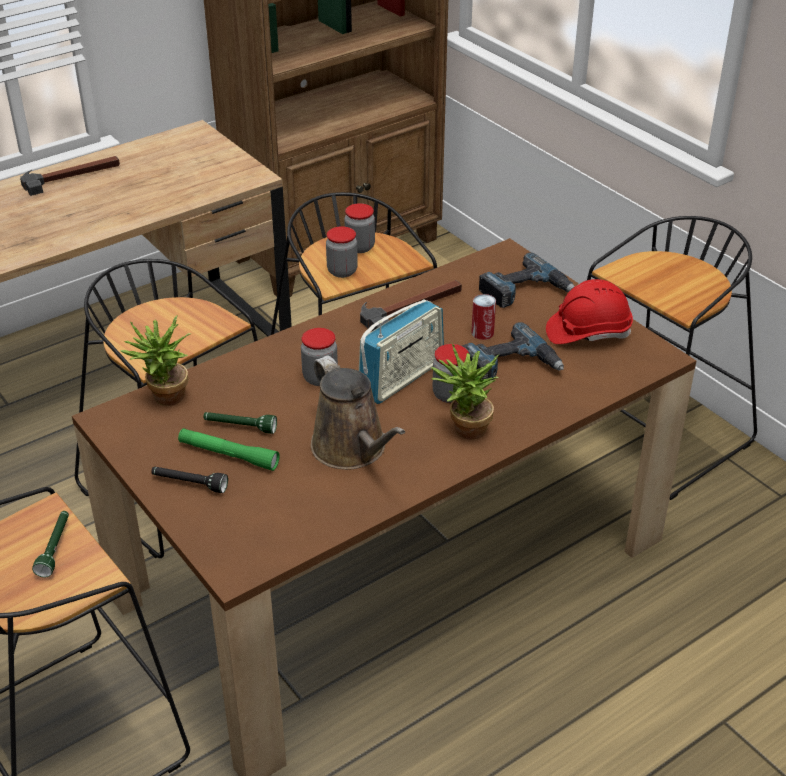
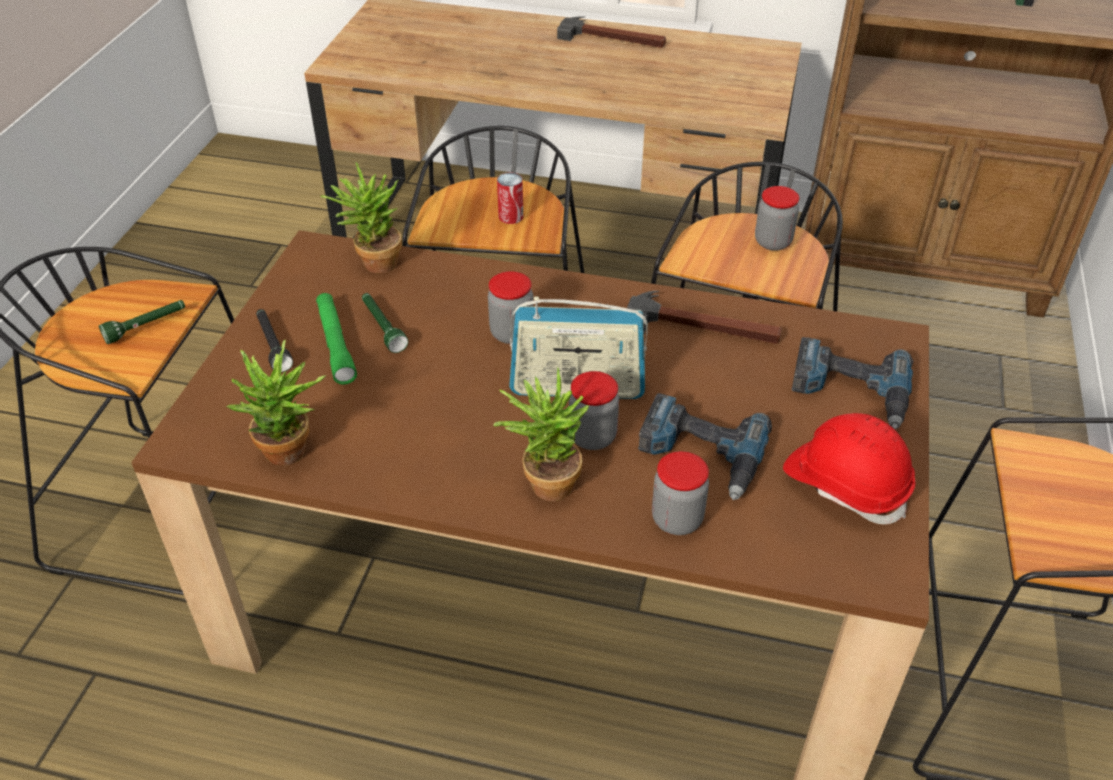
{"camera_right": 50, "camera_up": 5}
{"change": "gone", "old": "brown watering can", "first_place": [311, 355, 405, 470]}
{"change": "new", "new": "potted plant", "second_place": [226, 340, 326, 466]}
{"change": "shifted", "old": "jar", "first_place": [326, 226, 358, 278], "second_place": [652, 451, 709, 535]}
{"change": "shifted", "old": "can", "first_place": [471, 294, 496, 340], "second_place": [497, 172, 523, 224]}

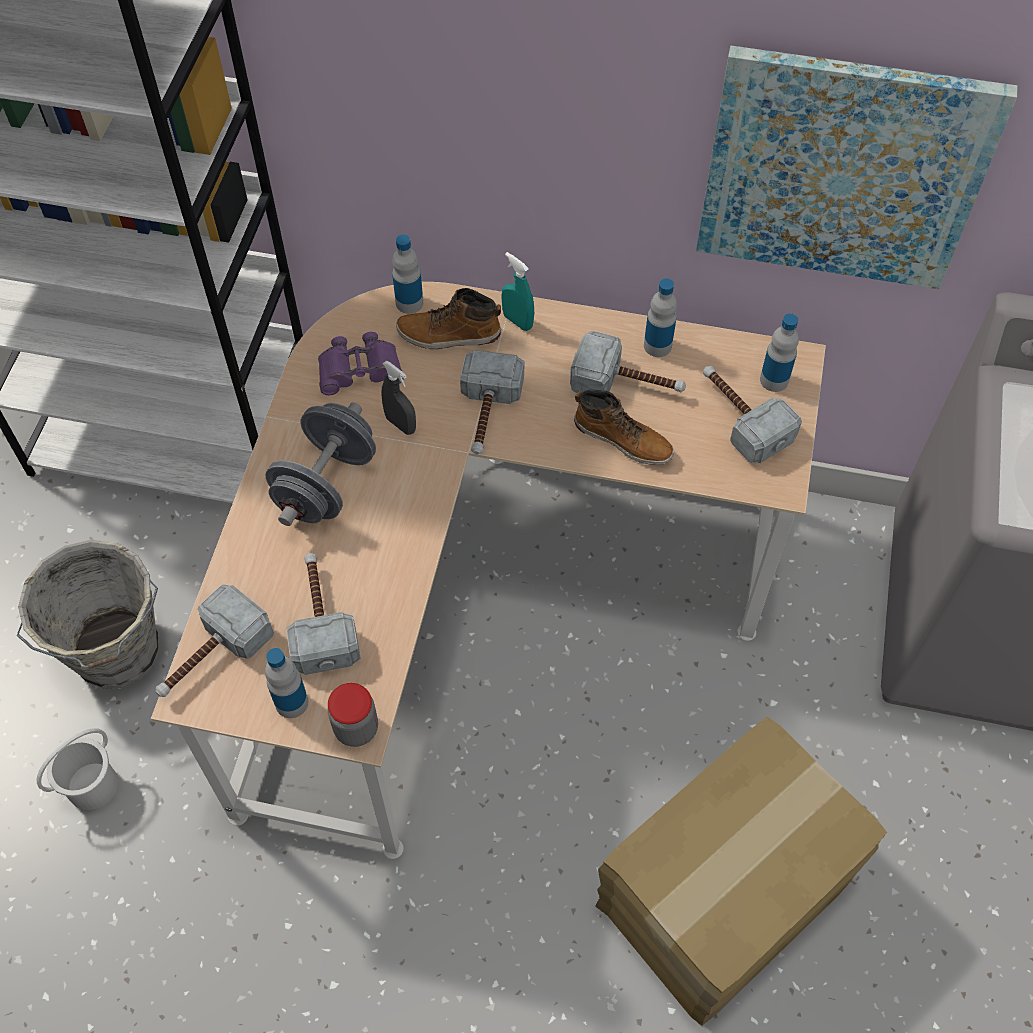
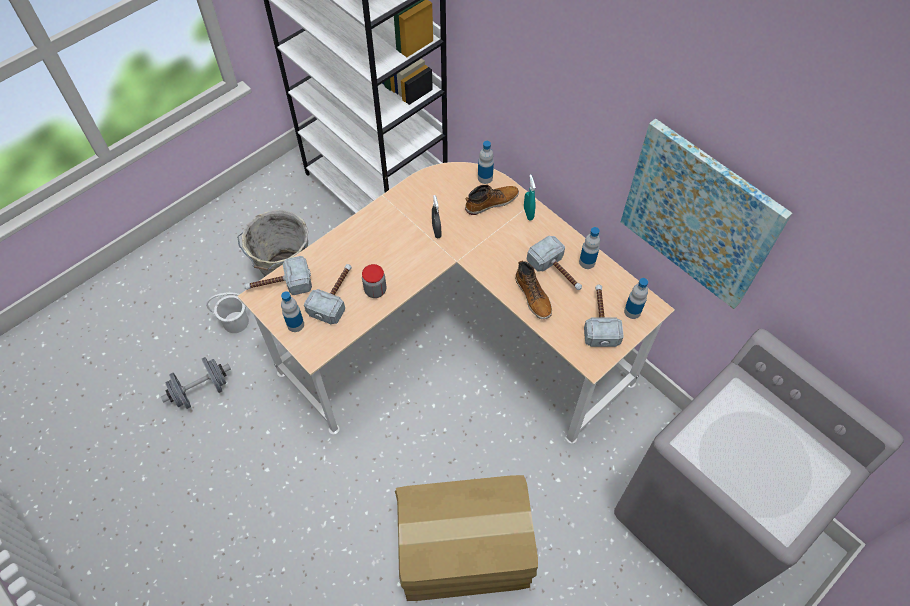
{"camera_right": 35, "camera_up": 0}
{"change": "gone", "old": "purple binoculars", "first_place": [318, 332, 404, 395]}
{"change": "gone", "old": "hammer", "first_place": [460, 350, 524, 455]}
{"change": "shifted", "old": "grey dumbbell", "first_place": [265, 403, 376, 526], "second_place": [161, 357, 231, 409]}
{"change": "shifted", "old": "jar", "first_place": [328, 683, 378, 747], "second_place": [362, 264, 386, 298]}
{"change": "rotated", "old": "boot", "first_place": [396, 288, 501, 349], "second_place": [465, 184, 519, 215], "degrees": 120}

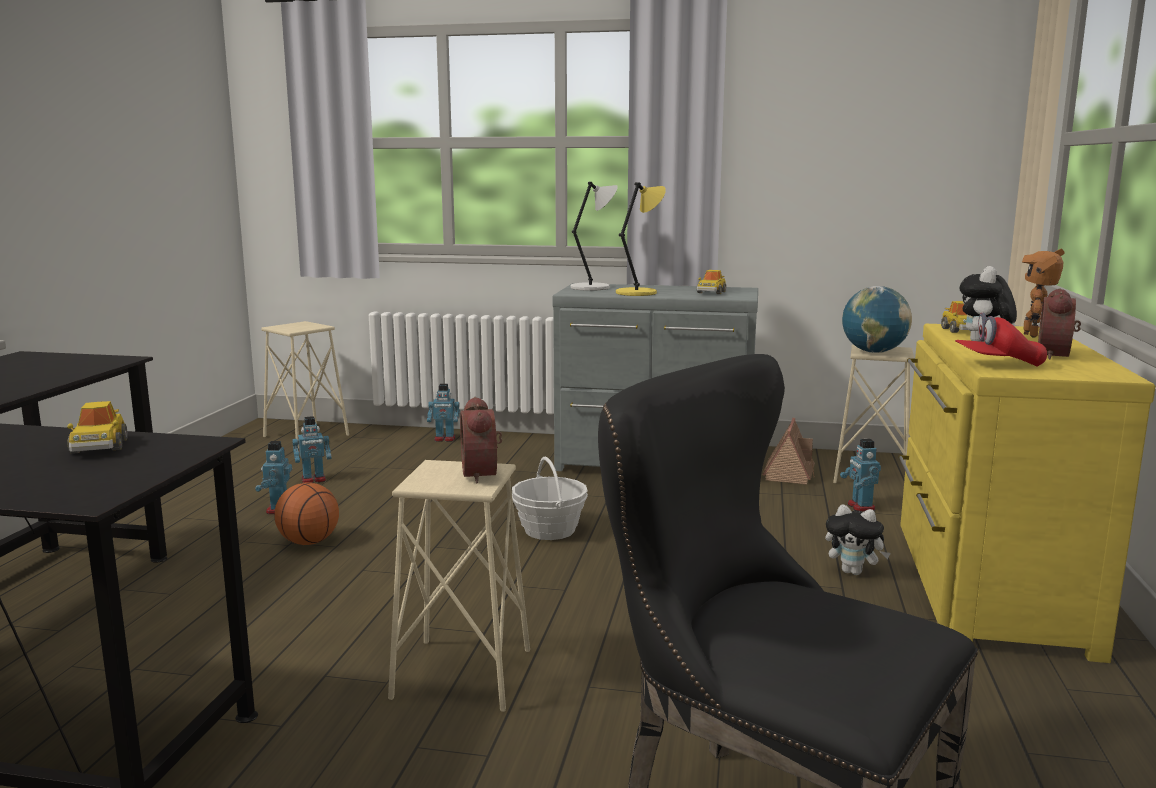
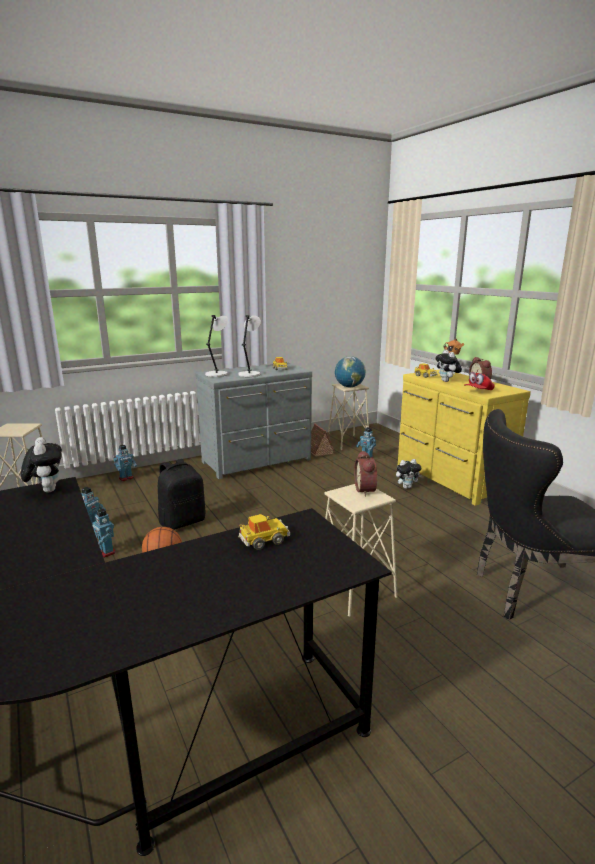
{"camera_right": -40, "camera_up": 5}
{"change": "gone", "old": "basket", "first_place": [512, 457, 588, 540]}
{"change": "new", "new": "plush toy", "second_place": [21, 437, 62, 492]}
{"change": "new", "new": "black backpack", "second_place": [158, 459, 205, 530]}
{"change": "repainted", "old": "yellow table lamp", "new": "grey table lamp", "first_place": [616, 182, 666, 296], "second_place": [238, 315, 261, 377]}
{"change": "rotated", "old": "toy car", "first_place": [67, 401, 128, 454], "second_place": [238, 514, 290, 550], "degrees": -60}
{"change": "rotated", "old": "alarm clock", "first_place": [460, 397, 502, 483], "second_place": [354, 450, 377, 496], "degrees": 45}

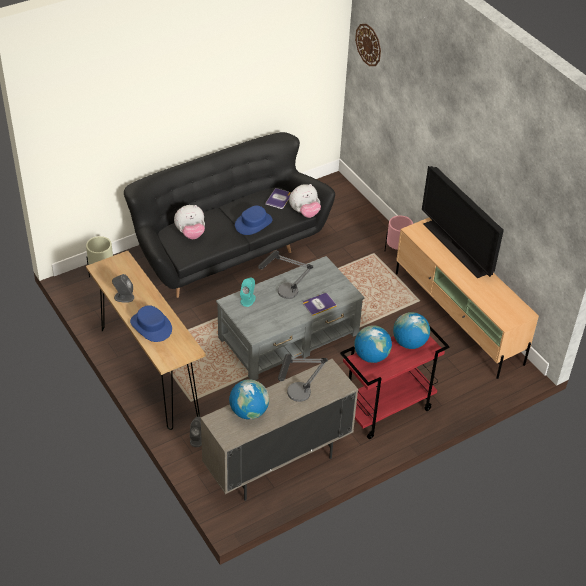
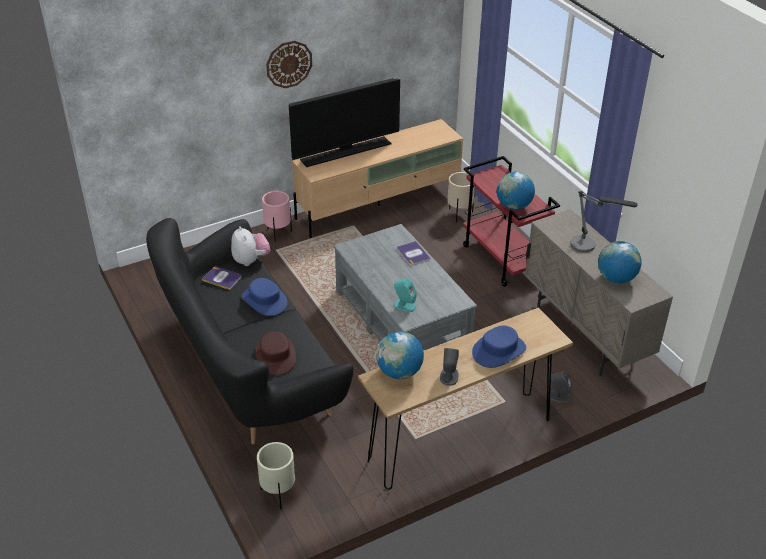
{"camera_right": -85, "camera_up": -5}
{"change": "gone", "old": "table lamp", "first_place": [258, 250, 313, 299]}
{"change": "new", "new": "beige planter", "second_place": [447, 172, 475, 223]}
{"change": "shifted", "old": "wall clock", "first_place": [355, 24, 381, 66], "second_place": [266, 41, 312, 88]}
{"change": "shifted", "old": "globe", "first_place": [393, 312, 430, 349], "second_place": [376, 332, 424, 379]}
{"change": "swapped", "old": "plush toy", "new": "brown hat", "first_place": [174, 205, 205, 239], "second_place": [255, 331, 296, 375]}

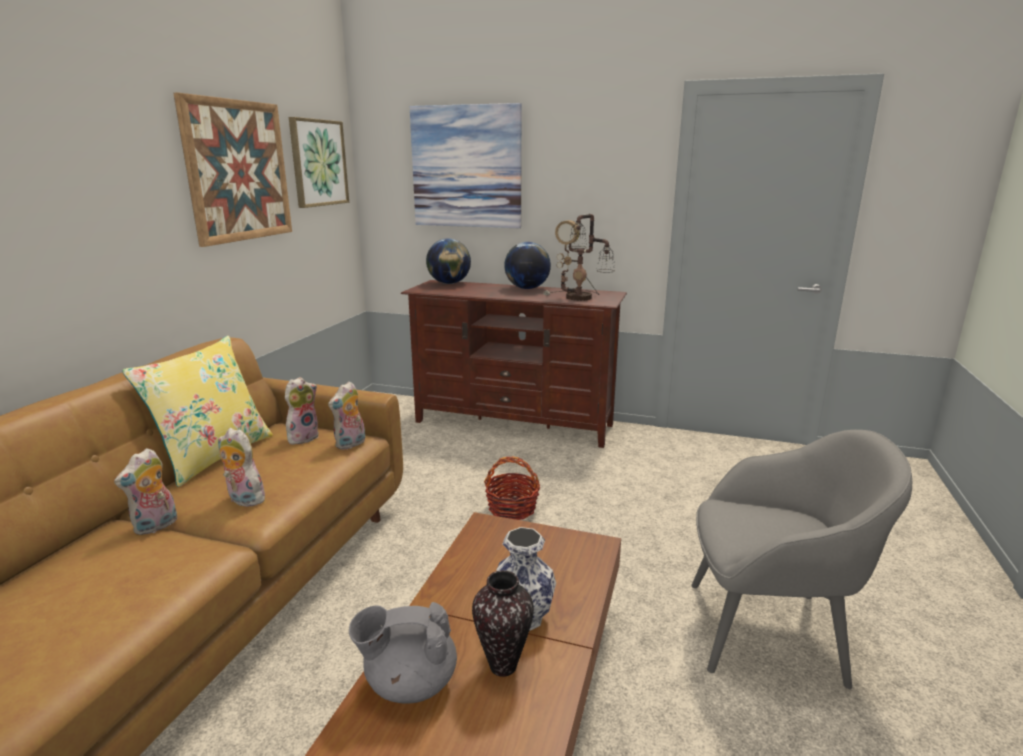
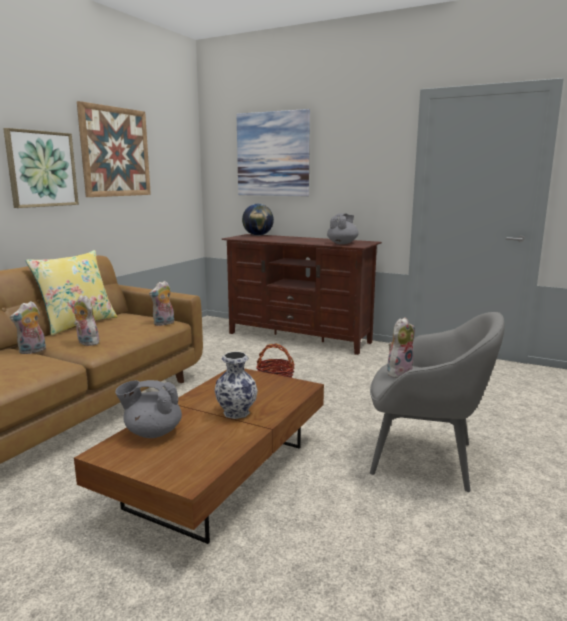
{"camera_right": 10, "camera_up": -5}
{"change": "gone", "old": "vase", "first_place": [472, 570, 534, 677]}
{"change": "gone", "old": "globe", "first_place": [504, 242, 551, 289]}
{"change": "shifted", "old": "plush toy", "first_place": [285, 377, 319, 445], "second_place": [387, 317, 415, 378]}
{"change": "shifted", "old": "picture", "first_place": [289, 117, 349, 208], "second_place": [3, 128, 79, 208]}
{"change": "swapped", "old": "table lamp", "new": "grey teapot", "first_place": [543, 214, 615, 301], "second_place": [327, 213, 358, 244]}

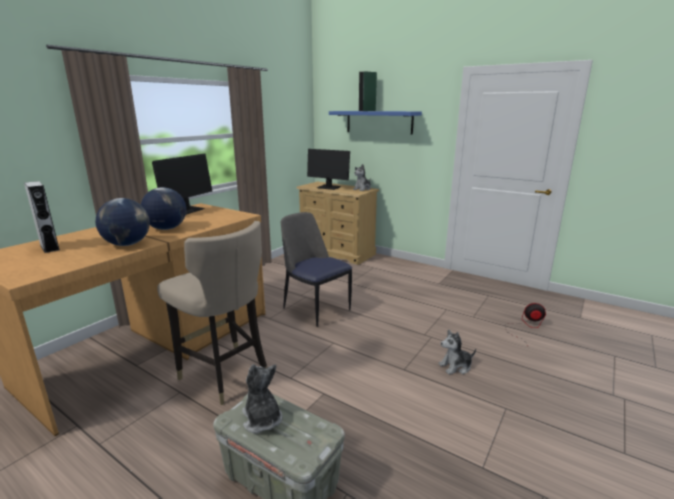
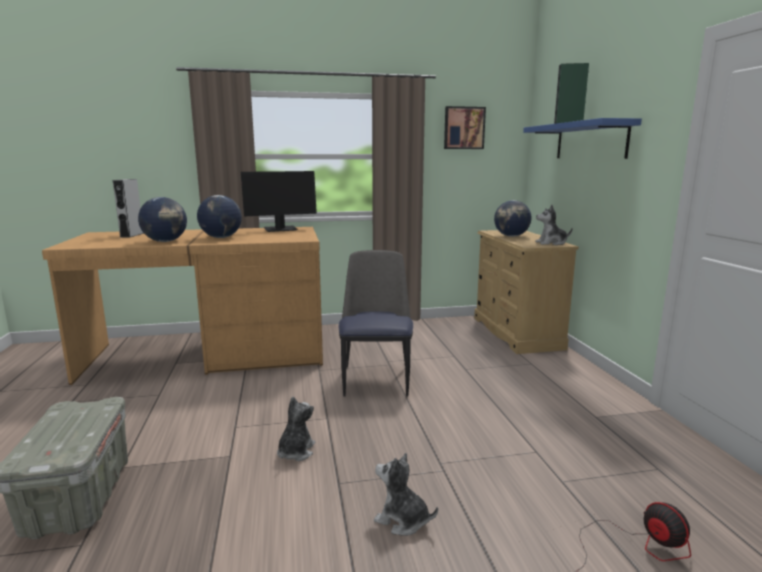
{"camera_right": 45, "camera_up": -5}
{"change": "gone", "old": "beige stool", "first_place": [157, 221, 267, 405]}
{"change": "new", "new": "picture", "second_place": [444, 106, 486, 149]}
{"change": "shifted", "old": "plush toy", "first_place": [242, 364, 283, 433], "second_place": [277, 397, 315, 461]}
{"change": "swapped", "old": "monitor", "new": "globe", "first_place": [307, 149, 350, 190], "second_place": [494, 200, 531, 237]}

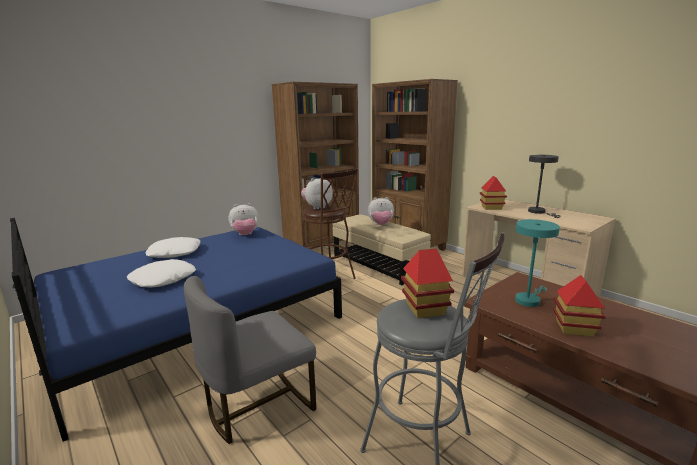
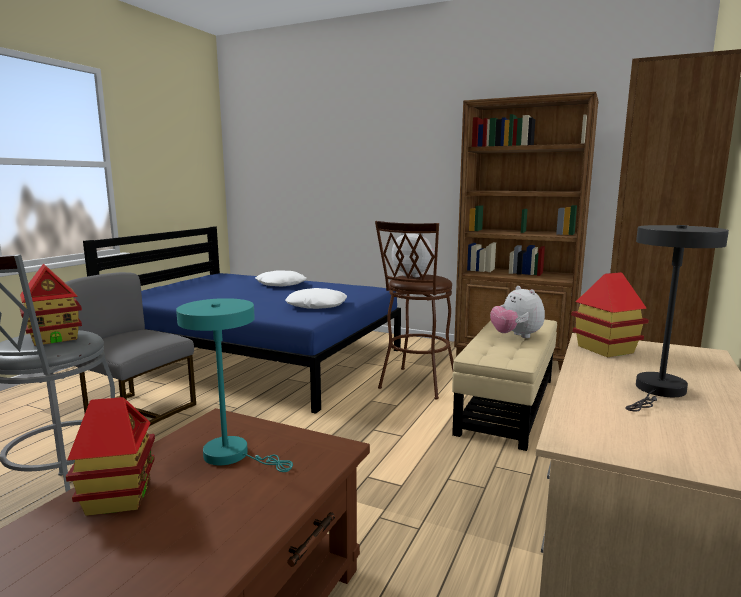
{"camera_right": 65, "camera_up": -5}
{"change": "gone", "old": "plush toy", "first_place": [229, 203, 259, 235]}
{"change": "shifted", "old": "white pillow", "first_place": [127, 259, 196, 287], "second_place": [285, 288, 347, 309]}

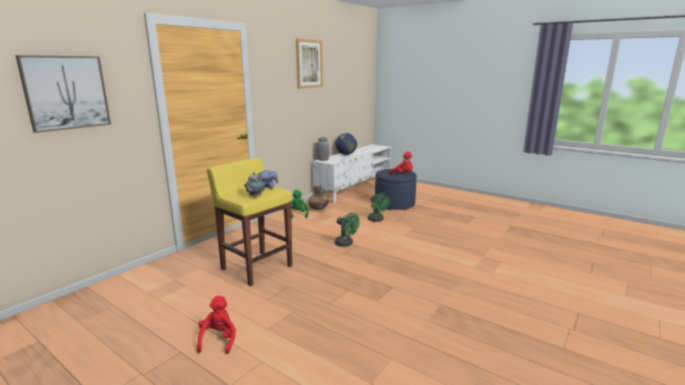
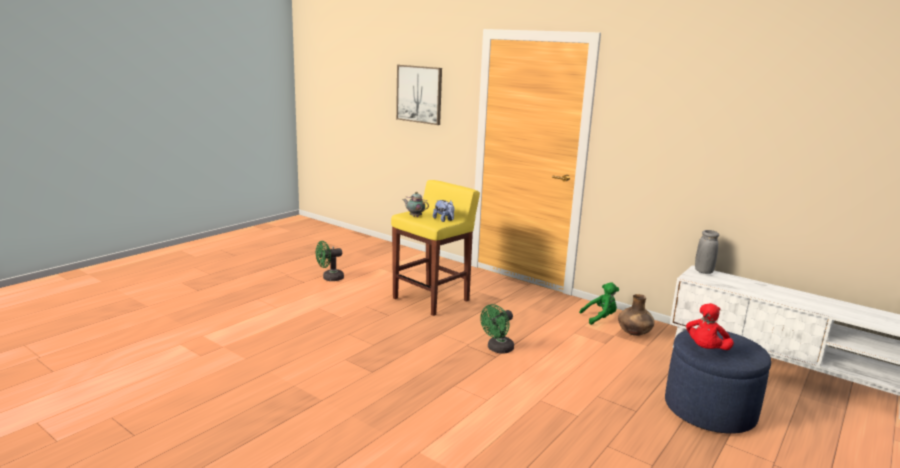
{"camera_right": 90, "camera_up": 0}
{"change": "gone", "old": "red plush toy", "first_place": [197, 296, 236, 354]}
{"change": "gone", "old": "picture", "first_place": [296, 39, 323, 89]}
{"change": "gone", "old": "globe", "first_place": [336, 133, 357, 155]}
{"change": "shifted", "old": "green fan", "first_place": [368, 193, 389, 222], "second_place": [316, 241, 344, 281]}

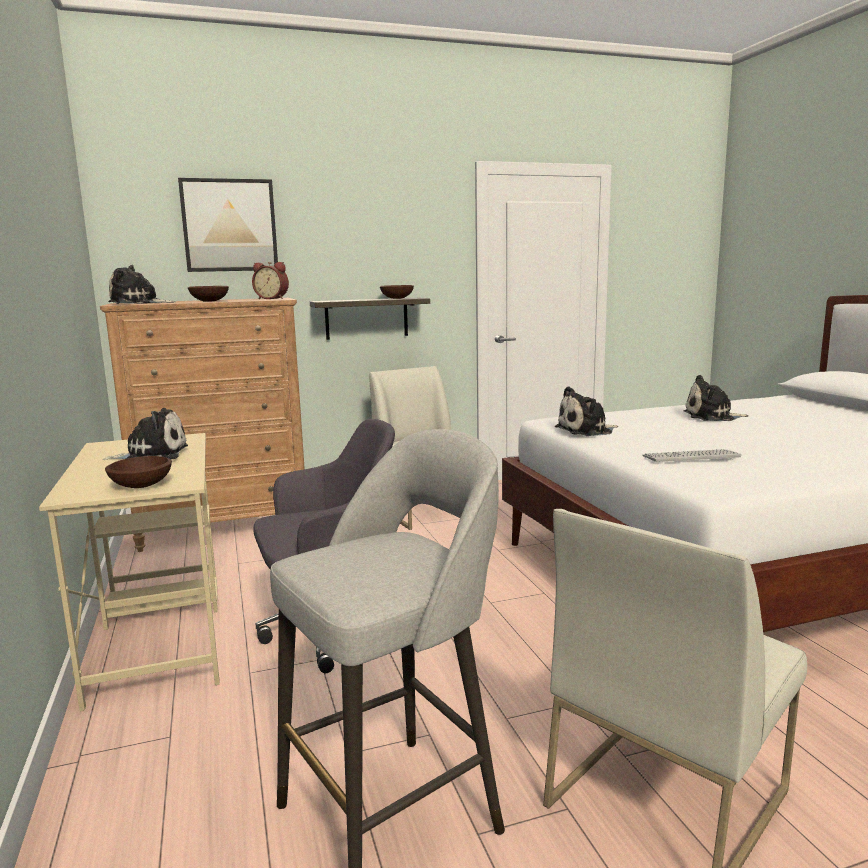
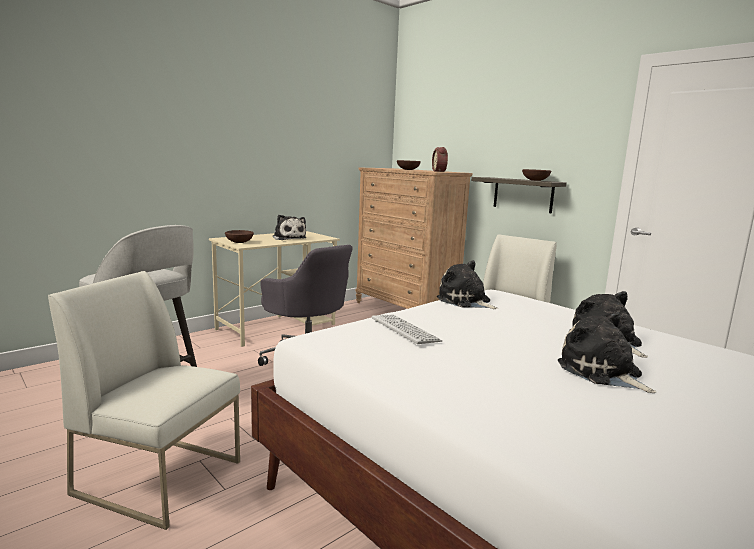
{"camera_right": 65, "camera_up": 0}
{"change": "gone", "old": "picture", "first_place": [178, 178, 278, 272]}
{"change": "shifted", "old": "plush toy", "first_place": [108, 265, 176, 304], "second_place": [558, 312, 656, 393]}

